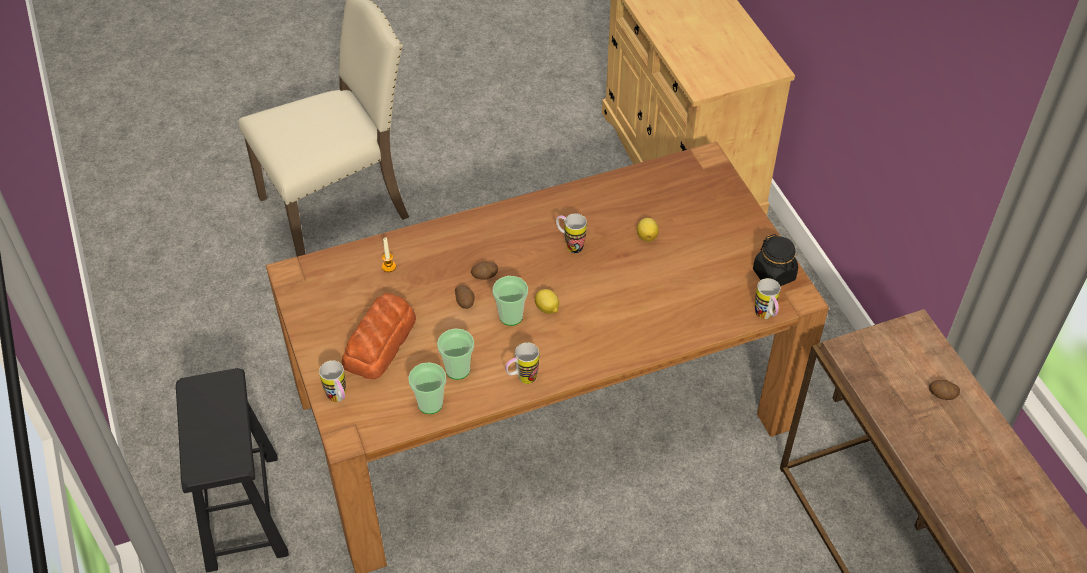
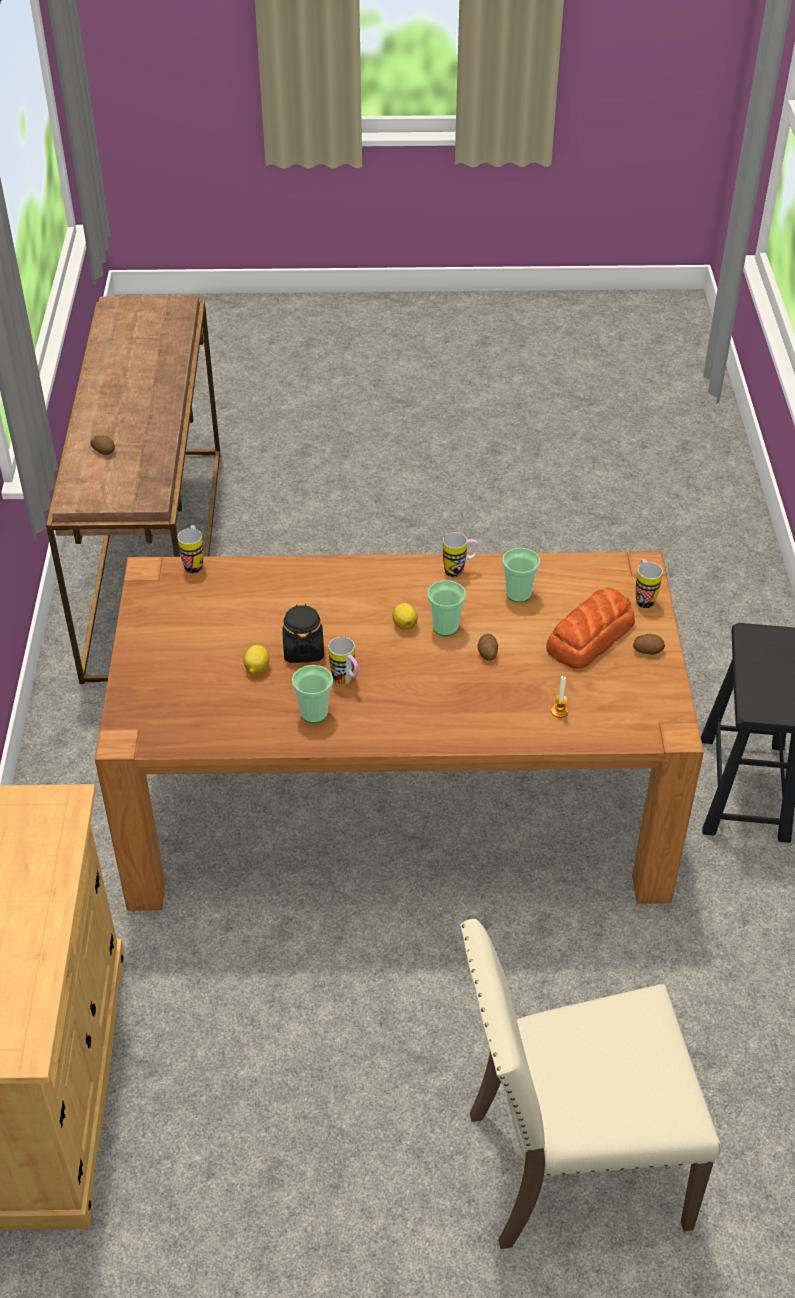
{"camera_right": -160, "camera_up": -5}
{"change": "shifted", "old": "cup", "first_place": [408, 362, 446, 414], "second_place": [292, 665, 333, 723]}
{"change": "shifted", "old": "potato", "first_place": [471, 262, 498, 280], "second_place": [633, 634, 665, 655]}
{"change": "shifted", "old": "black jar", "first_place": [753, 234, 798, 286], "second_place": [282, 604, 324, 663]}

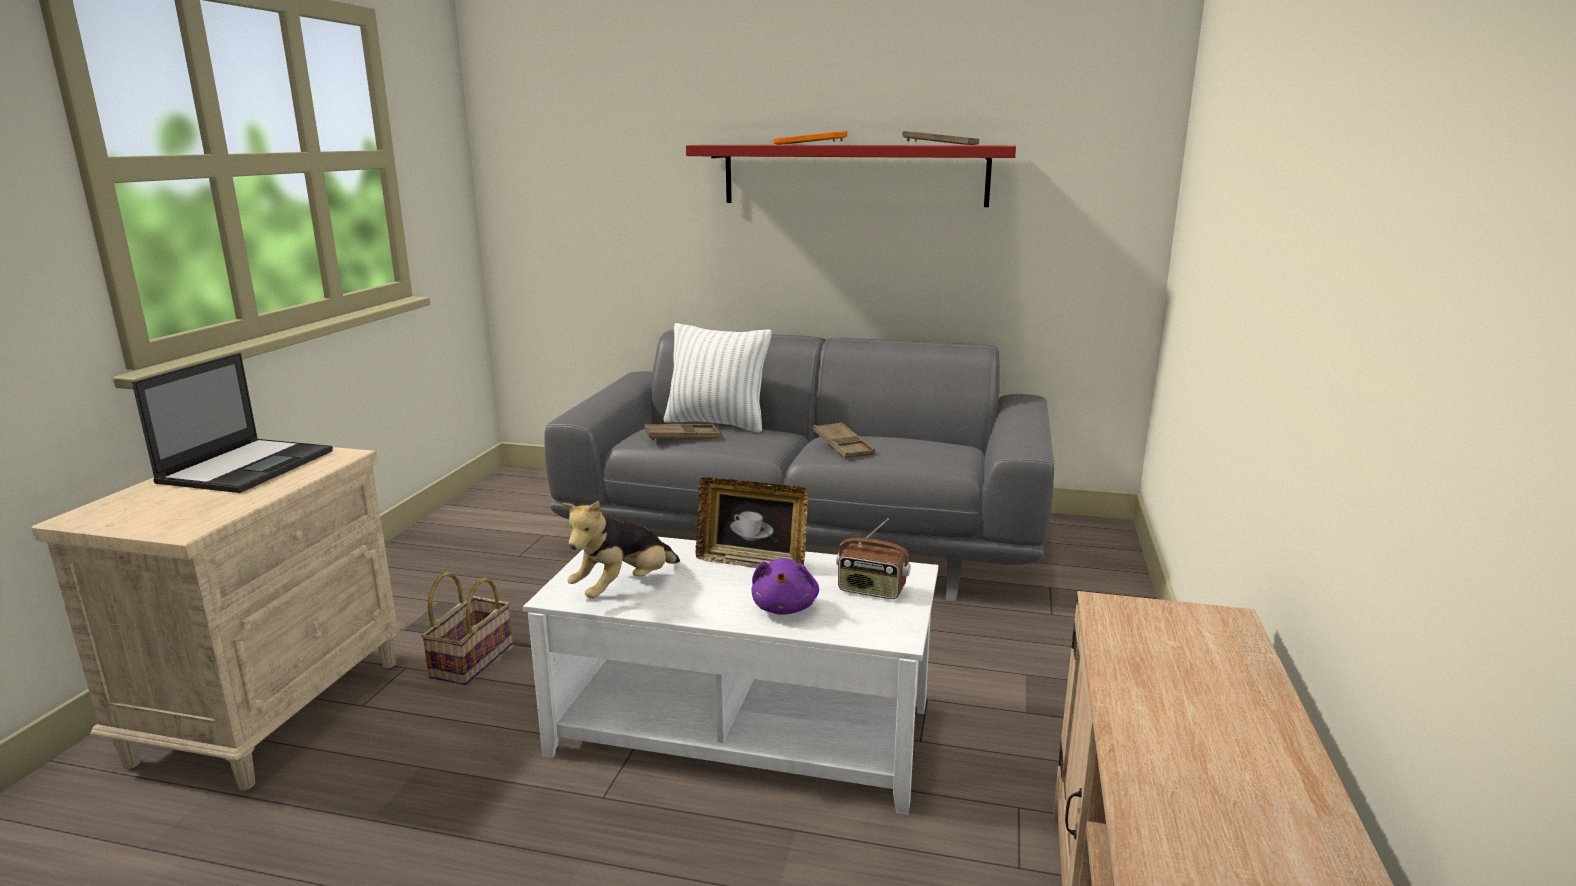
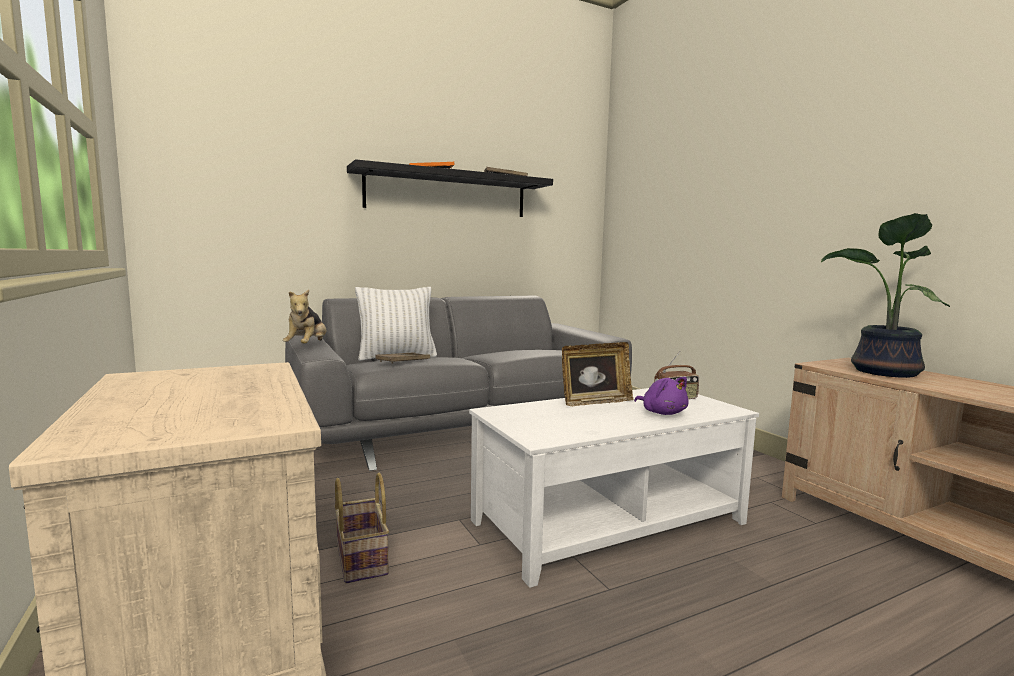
{"camera_right": -40, "camera_up": -10}
{"change": "gone", "old": "laptop", "first_place": [132, 352, 333, 493]}
{"change": "gone", "old": "brown tray", "first_place": [813, 422, 875, 458]}
{"change": "new", "new": "potted plant", "second_place": [821, 213, 950, 378]}
{"change": "shifted", "old": "plush toy", "first_place": [562, 500, 680, 599], "second_place": [283, 290, 326, 344]}
{"change": "repainted", "old": "red shelf", "new": "black shelf", "first_place": [686, 145, 1016, 207], "second_place": [347, 159, 553, 217]}

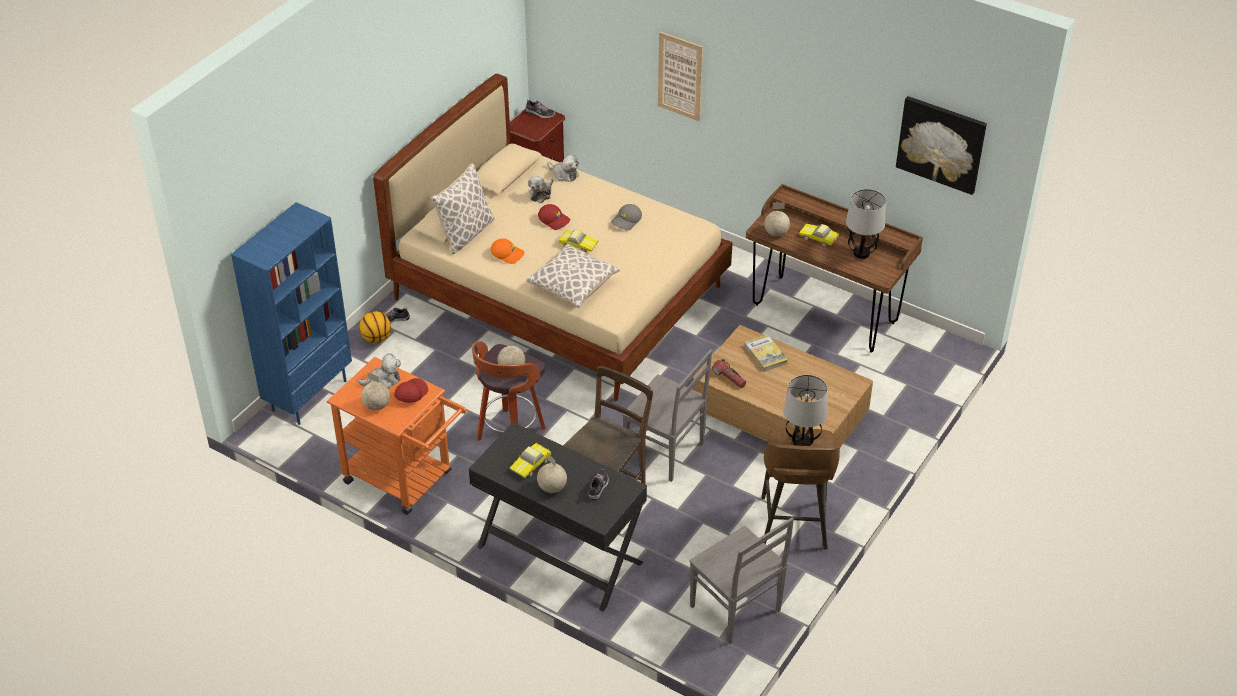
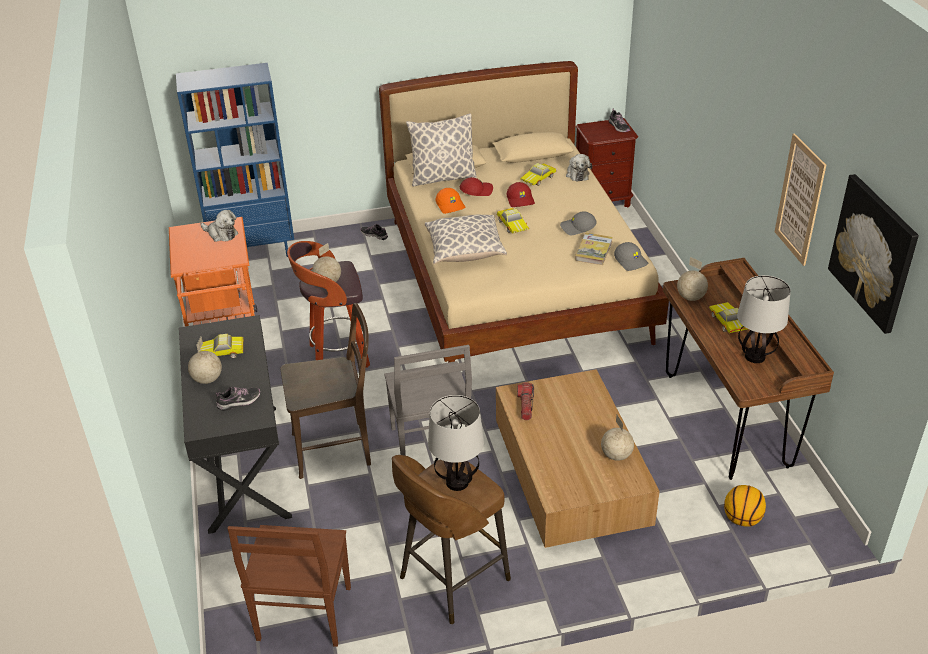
{"camera_right": 45, "camera_up": -5}
{"change": "new", "new": "grey cap", "second_place": [614, 242, 649, 271]}
{"change": "shifted", "old": "basketball", "first_place": [359, 311, 391, 343], "second_place": [724, 485, 766, 527]}
{"change": "shifted", "old": "globe", "first_place": [361, 372, 390, 410], "second_place": [601, 415, 634, 461]}
{"change": "shifted", "old": "red cap", "first_place": [394, 378, 428, 403], "second_place": [460, 177, 493, 196]}
{"change": "shifted", "old": "picture", "first_place": [658, 32, 703, 121], "second_place": [775, 133, 826, 266]}
{"change": "shifted", "old": "book", "first_place": [744, 334, 788, 372], "second_place": [575, 233, 613, 265]}
{"change": "swapped", "old": "plush toy", "new": "toy car", "first_place": [528, 176, 554, 203], "second_place": [520, 163, 556, 186]}
{"change": "repainted", "old": "grey chair", "new": "brown chair", "first_place": [689, 517, 794, 645], "second_place": [227, 525, 351, 647]}

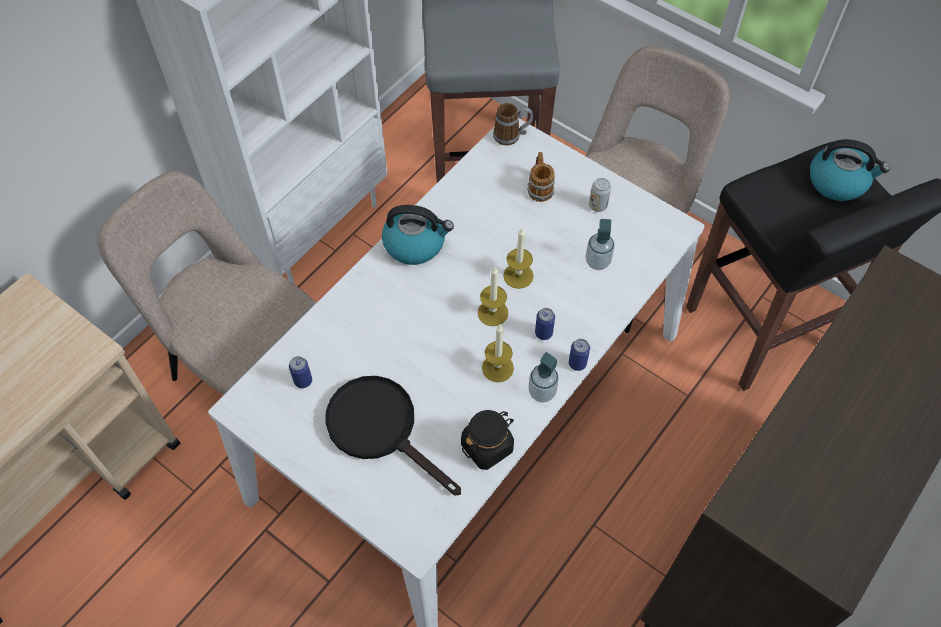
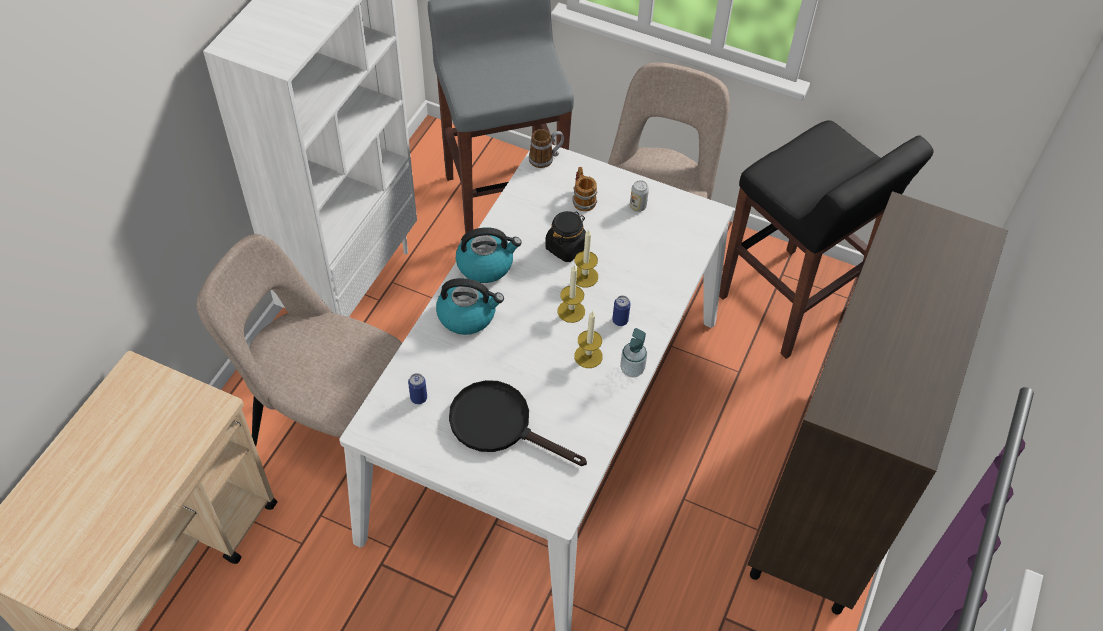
{"camera_right": -15, "camera_up": -5}
{"change": "gone", "old": "can", "first_place": [569, 339, 590, 371]}
{"change": "gone", "old": "soap dispenser", "first_place": [586, 219, 615, 270]}
{"change": "shifted", "old": "black jar", "first_place": [461, 410, 514, 470], "second_place": [545, 211, 586, 262]}
{"change": "shifted", "old": "kettle", "first_place": [810, 139, 890, 201], "second_place": [436, 278, 504, 335]}

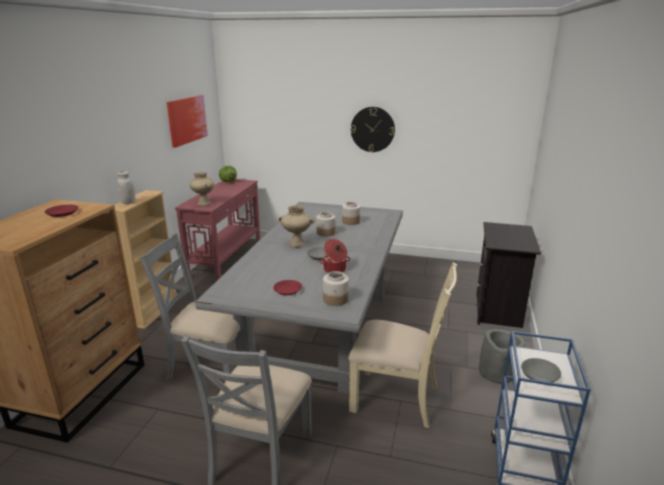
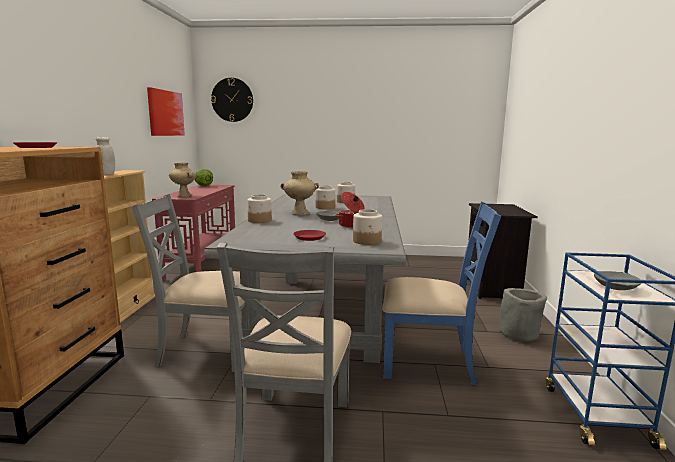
{"camera_right": -10, "camera_up": -10}
{"change": "new", "new": "jar", "second_place": [247, 194, 272, 223]}
{"change": "shifted", "old": "wall clock", "first_place": [351, 107, 395, 152], "second_place": [211, 78, 253, 122]}
{"change": "repainted", "old": "beige chair", "new": "blue chair", "first_place": [348, 262, 457, 428], "second_place": [382, 202, 501, 385]}

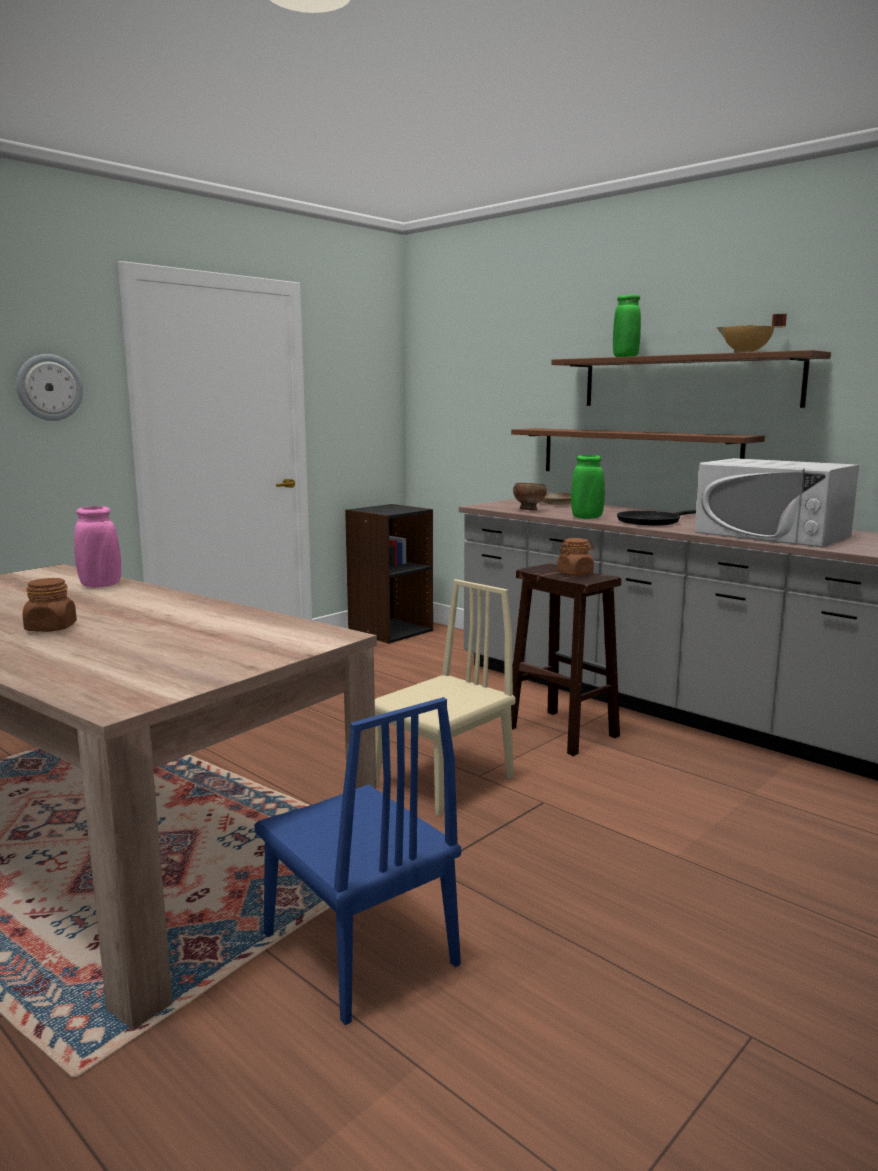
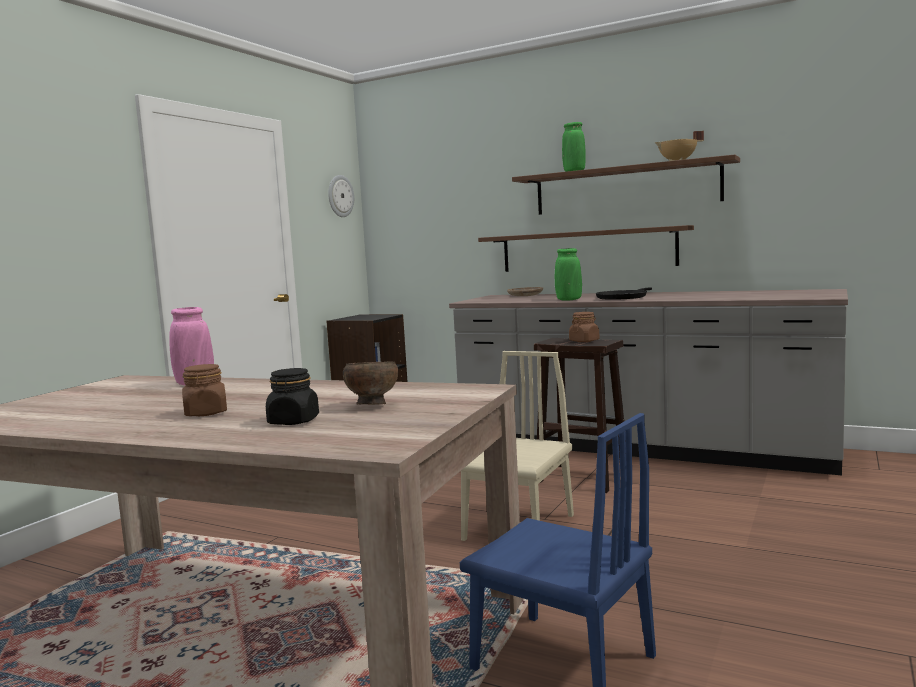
{"camera_right": -15, "camera_up": -5}
{"change": "gone", "old": "white microwave", "first_place": [695, 458, 859, 547]}
{"change": "new", "new": "black jar", "second_place": [266, 368, 319, 425]}
{"change": "shifted", "old": "wall clock", "first_place": [16, 354, 83, 421], "second_place": [328, 175, 354, 217]}
{"change": "shifted", "old": "brown bowl", "first_place": [513, 483, 547, 510], "second_place": [343, 362, 398, 404]}

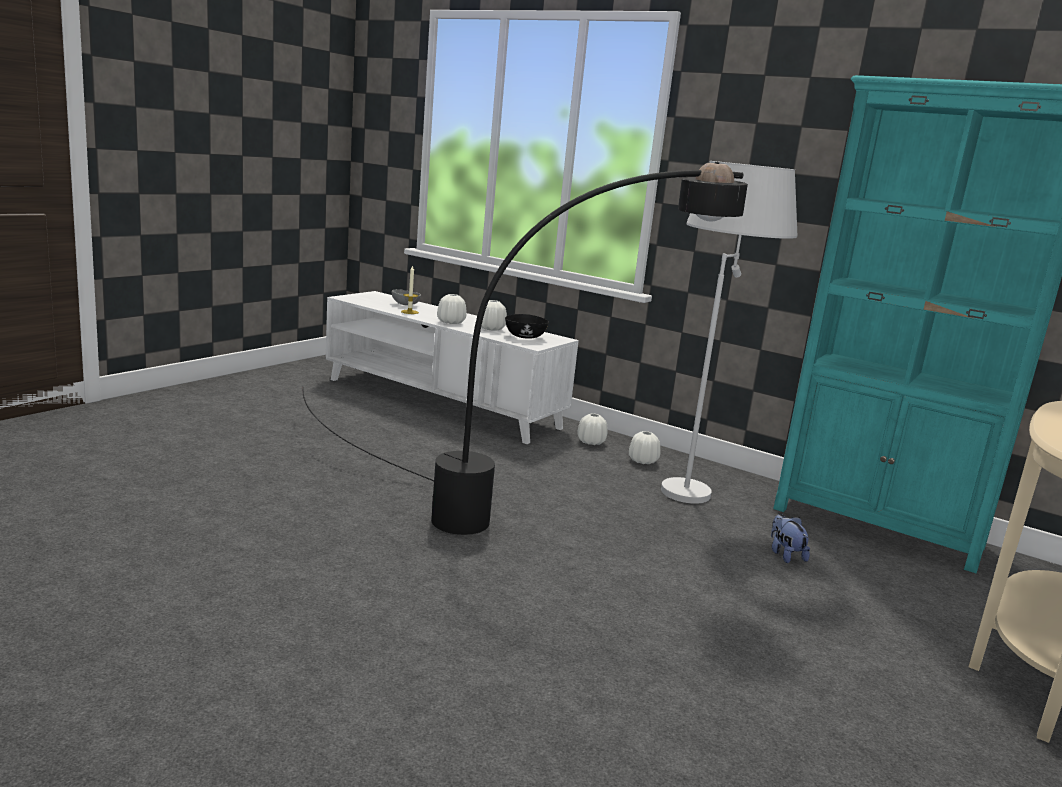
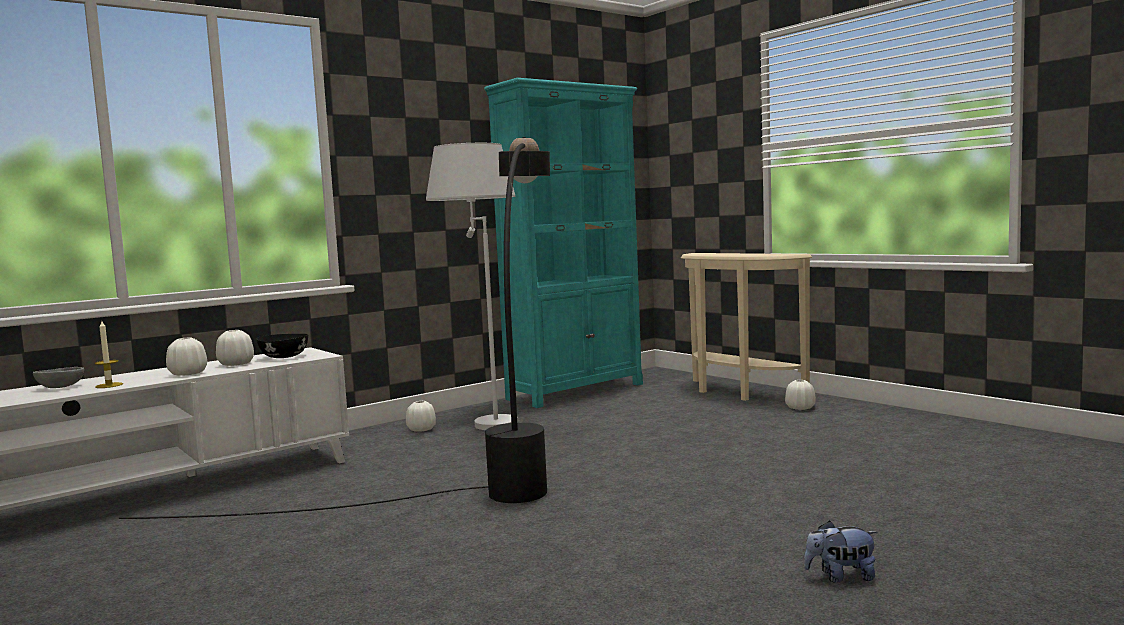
{"camera_right": -70, "camera_up": -10}
{"change": "shifted", "old": "white vase", "first_place": [577, 414, 608, 445], "second_place": [785, 380, 816, 410]}
{"change": "shifted", "old": "plush toy", "first_place": [771, 514, 810, 563], "second_place": [804, 520, 878, 583]}

